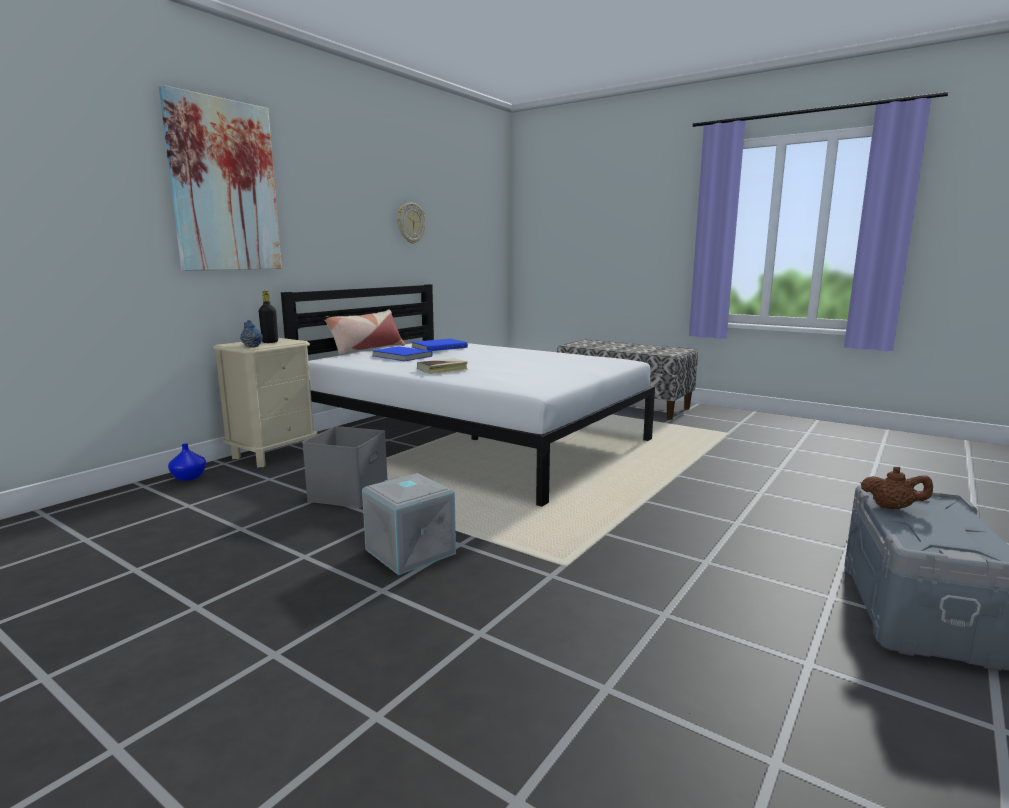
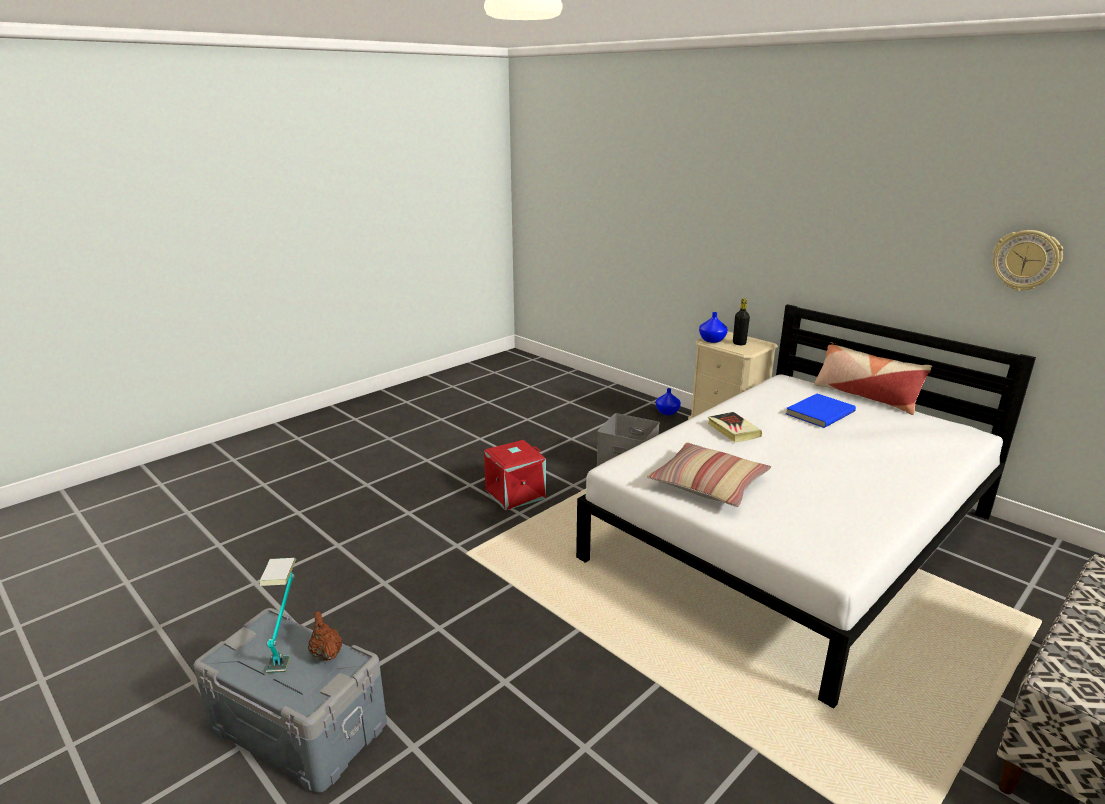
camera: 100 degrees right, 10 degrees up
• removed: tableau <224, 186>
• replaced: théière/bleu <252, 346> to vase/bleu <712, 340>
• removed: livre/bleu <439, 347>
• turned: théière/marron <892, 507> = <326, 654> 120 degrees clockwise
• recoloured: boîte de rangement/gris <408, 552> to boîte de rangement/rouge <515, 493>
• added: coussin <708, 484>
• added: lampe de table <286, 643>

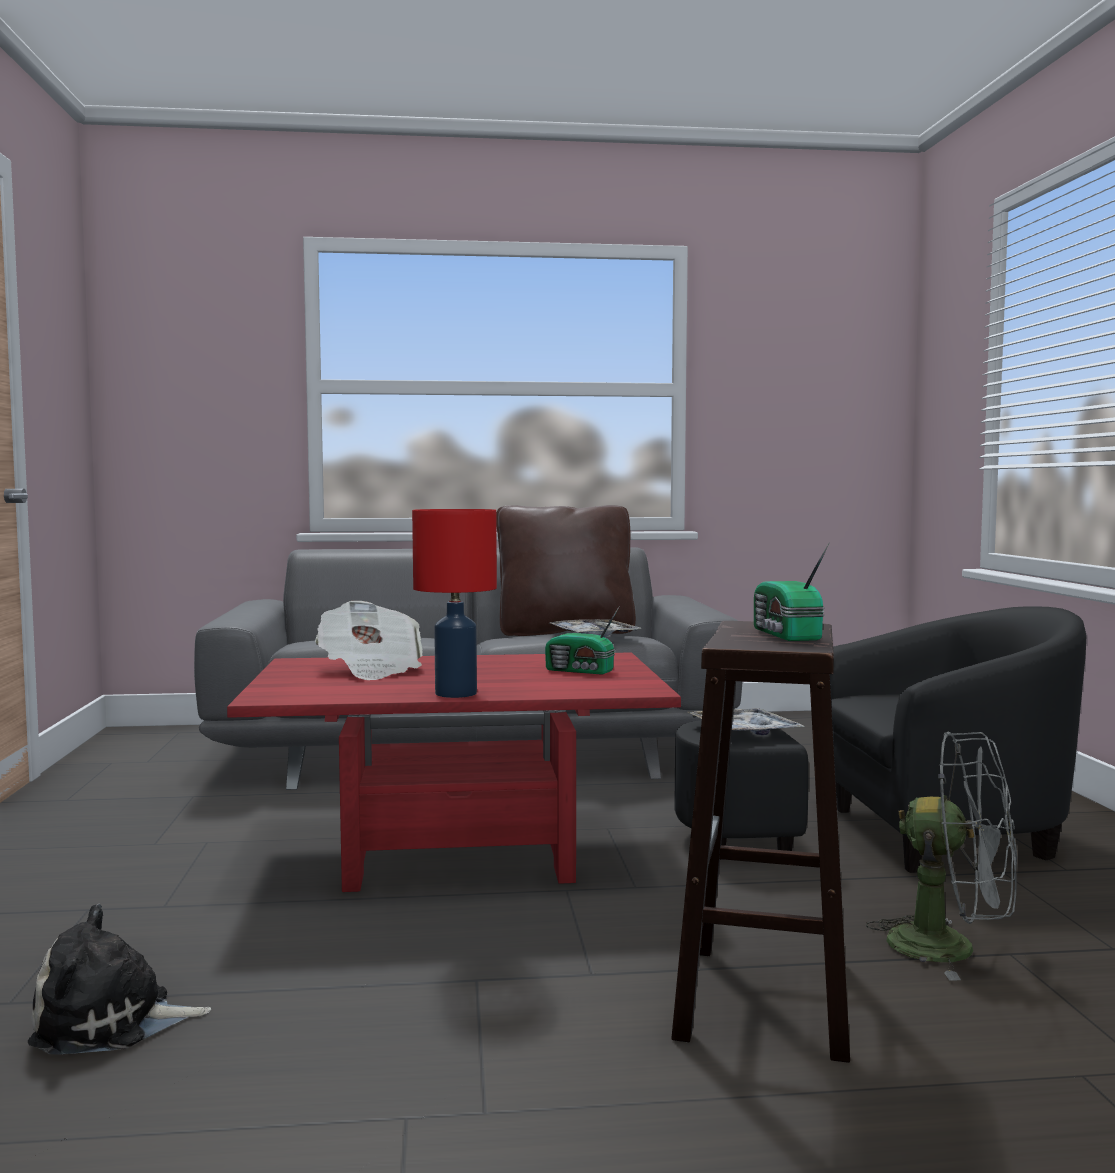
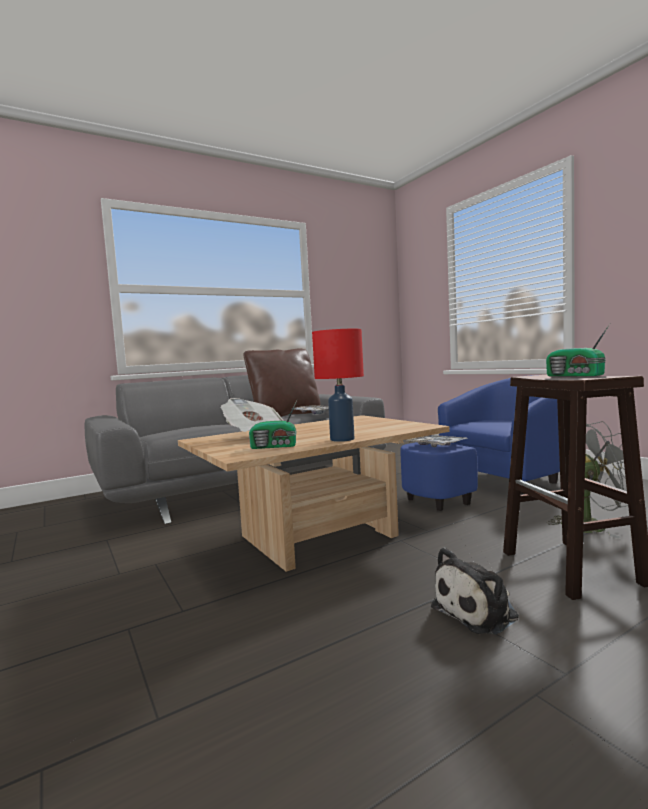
camera: 25 degrees left, 0 degrees up
• moved: radio <580, 671> to <275, 446>
• recoloured: fauteuil/noir <896, 838> to fauteuil/bleu <491, 486>
• recoloured: table basse/rouge <459, 854> to table basse/beige <318, 536>
• moved: peluche <111, 1022> to <478, 611>

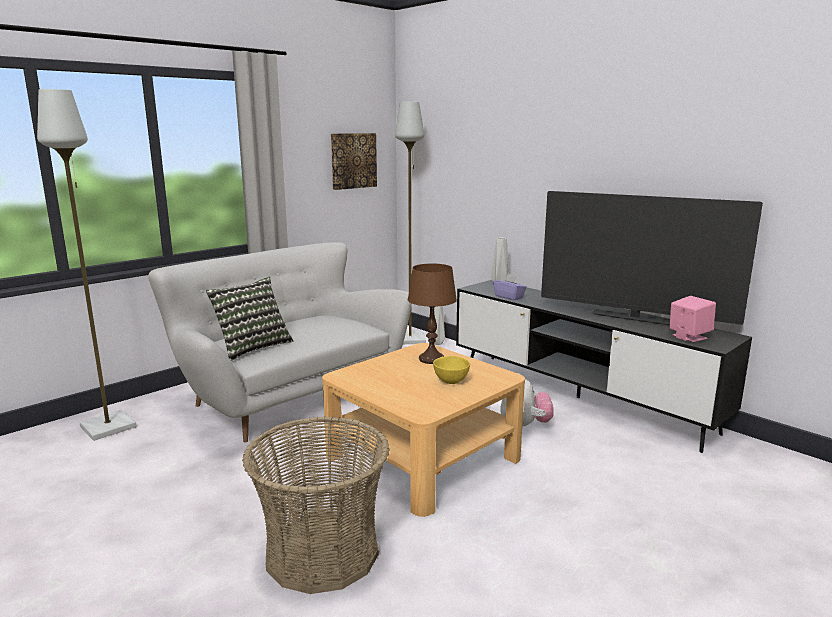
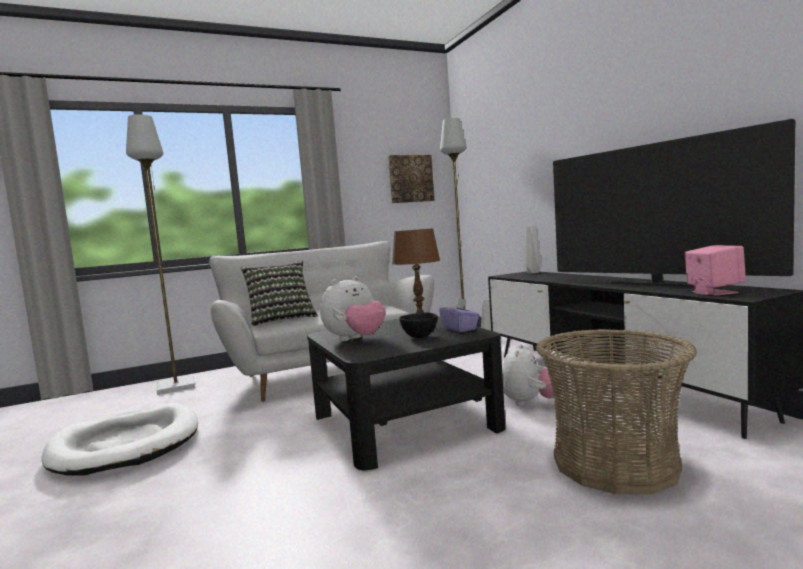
camera: 20 degrees right, 10 degrees down
• moved: boîte à mouchoirs/violet <509, 297> to <460, 328>
• recoloured: table basse/beige <423, 457> to table basse/noir <404, 421>
• recoloured: bol/jaune <451, 381> to bol/noir <420, 336>
• moved: panier <322, 553> to <614, 463>
• added: peluche <355, 340>
• added: panier pour chien/blanc <126, 444>

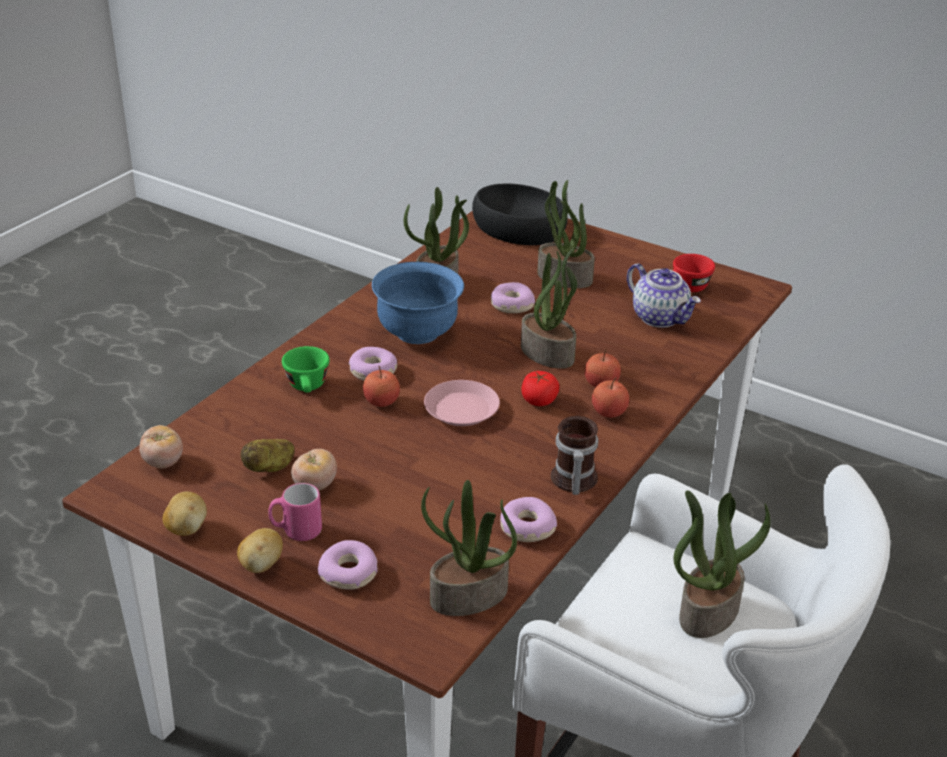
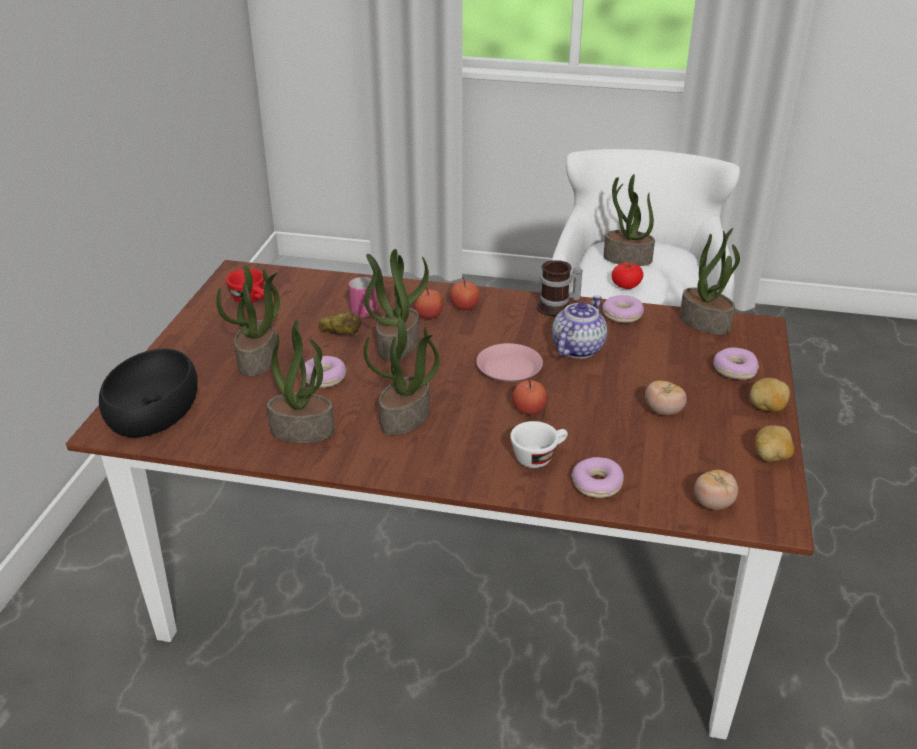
camera: 110 degrees left, 0 degrees up
• replaced: bol/bleu <417, 333> to plante en pot <405, 418>
• moved: théière <660, 317> to <577, 348>
• recoloured: tasse/vert <308, 387> to tasse/blanc <539, 456>
• moved: beignet <373, 372> to <597, 485>
• moved: tomate <539, 400> to <626, 285>
• moved: pomme de terre <270, 468> to <341, 334>
• moved: mug/rose <296, 531> to <365, 314>

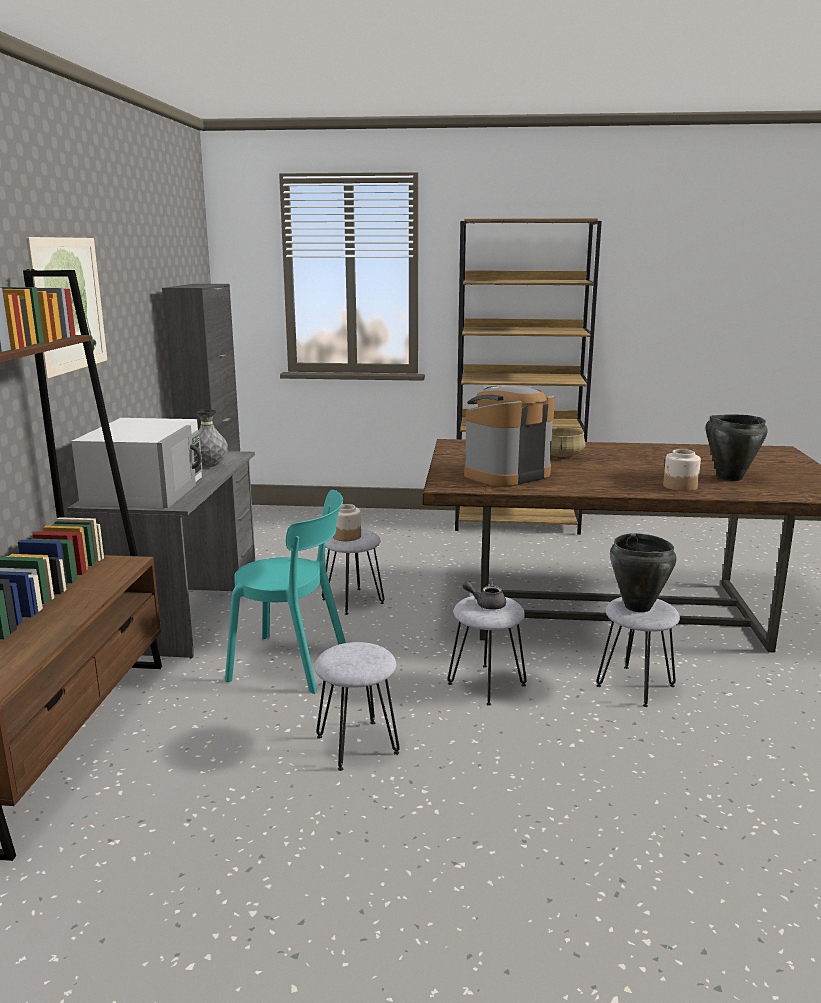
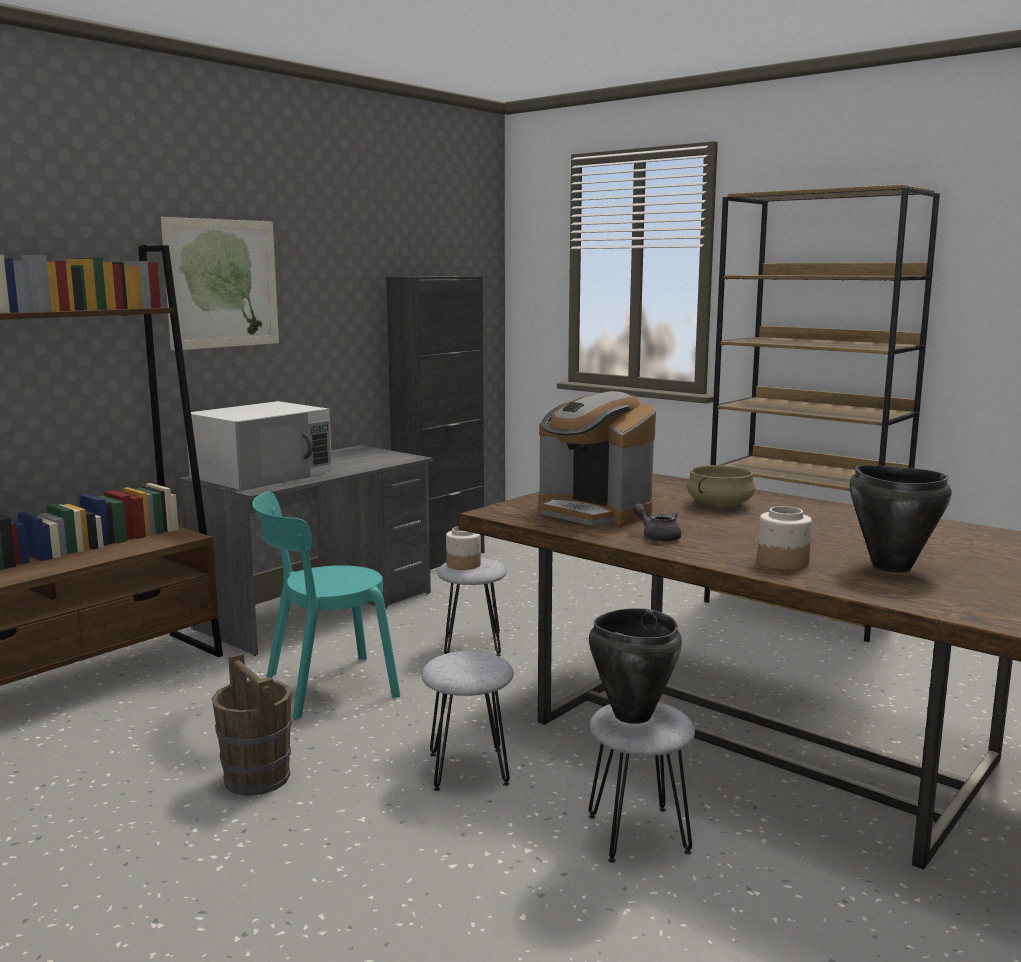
camera: 35 degrees right, 5 degrees down
• turned: machine à café <505, 474> = <594, 512> 135 degrees counterclockwise
• removed: vase/gris <210, 466>
• turned: chaise/turquoise <294, 664> = <324, 687> 105 degrees clockwise
• moved: théière/gris <486, 604> to <658, 537>
• replaced: tabouret/gris <357, 744> to seau/marron <257, 778>

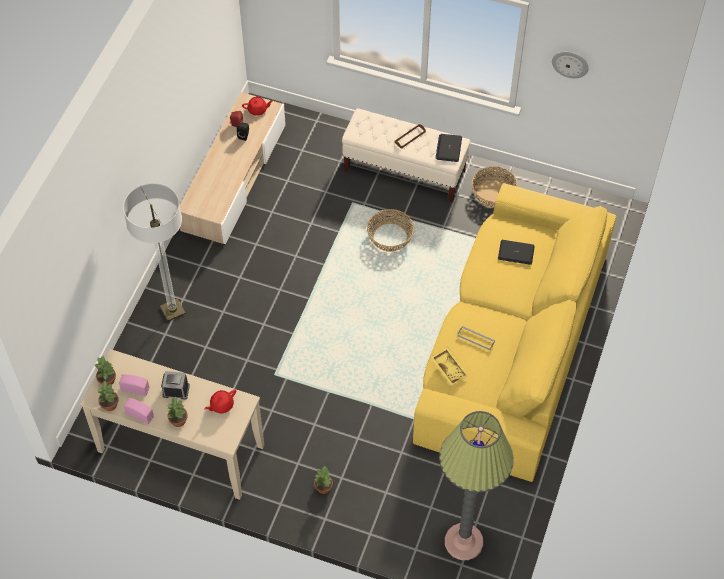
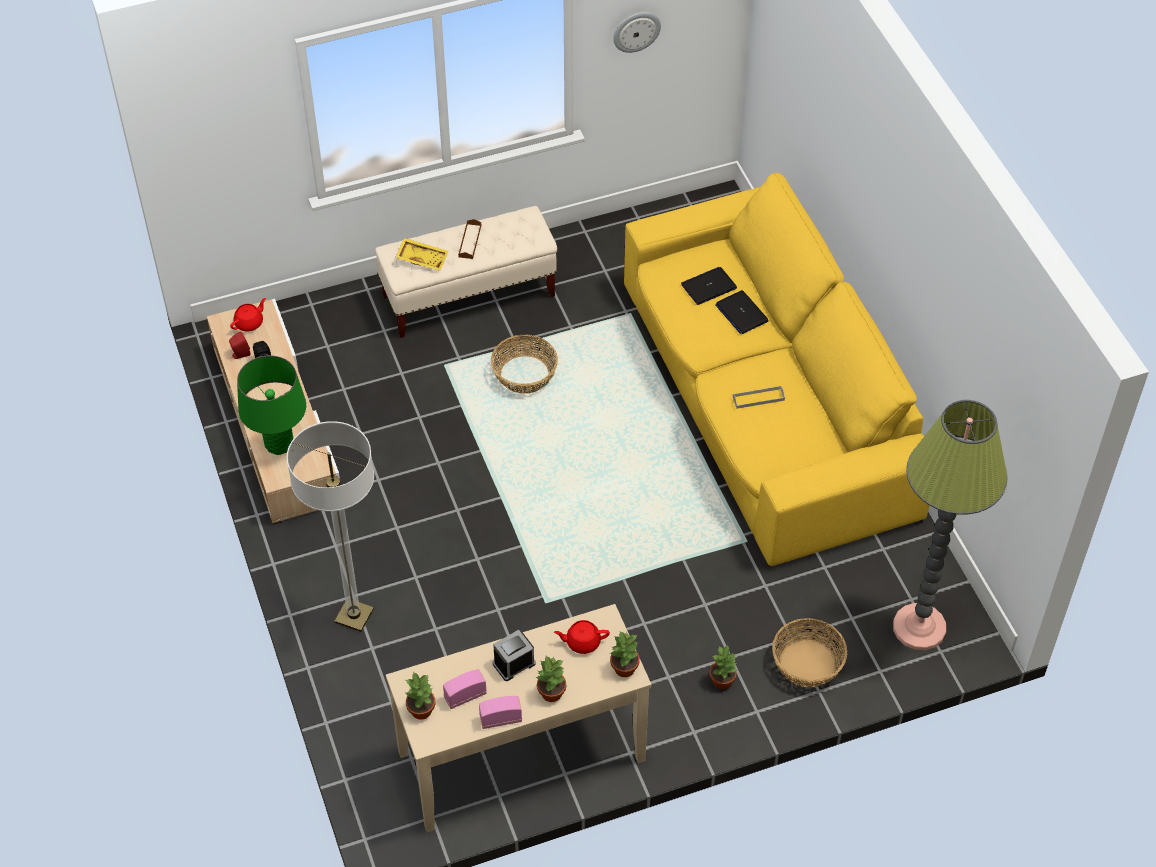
camera: 40 degrees left, 5 degrees down
• moved: ordinateur portable <449, 148> to <741, 313>
• moved: panier <493, 194> to <807, 663>
• moved: plateau/jaune <449, 368> to <422, 258>
• moved: plante en pot <109, 405> to <624, 669>
• turned: théière/rouge <221, 405> = <582, 642> 75 degrees clockwise
• added: lampe de table/vert <279, 444>

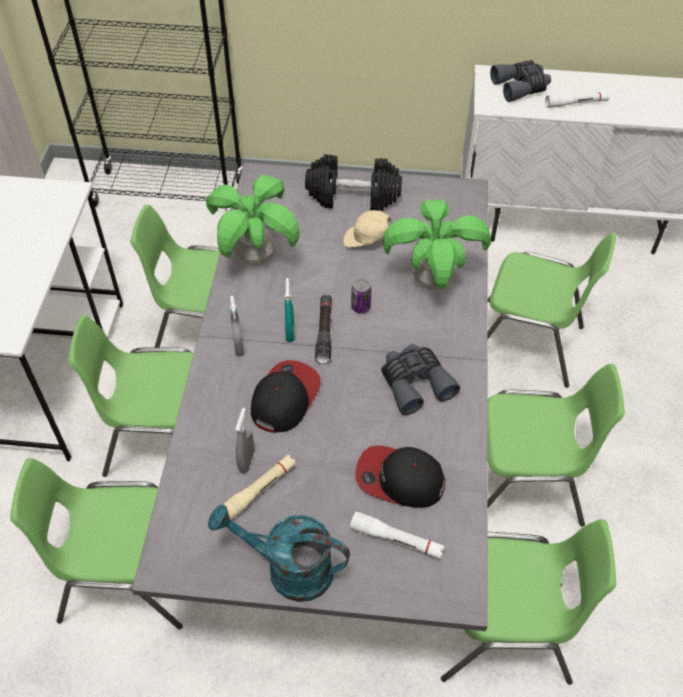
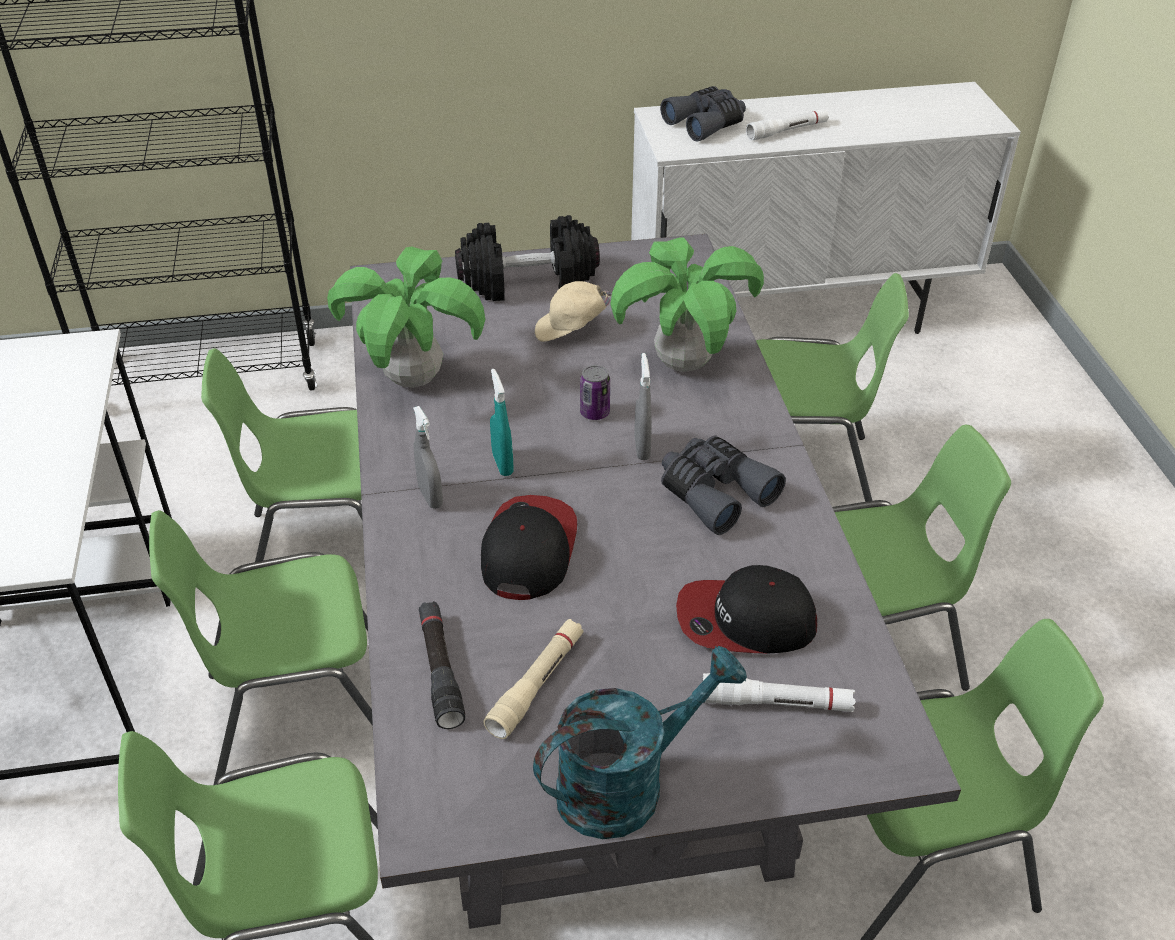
camera: 15 degrees left, 10 degrees down
• moved: lampe de poche/noir <324, 332> to <440, 670>
• moved: vaporisateur/gris <246, 461> to <642, 448>
• turned: arrosoir/turquoise <288, 569> = <626, 783> 150 degrees clockwise

